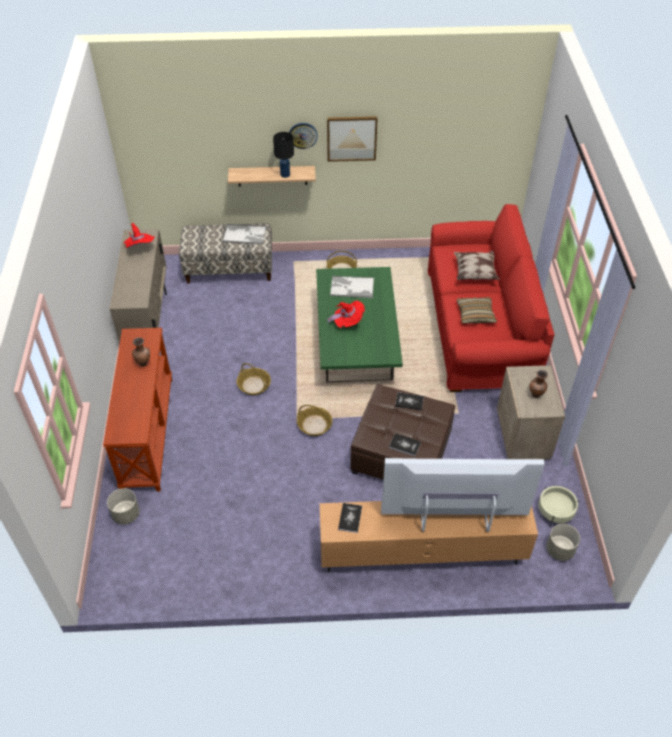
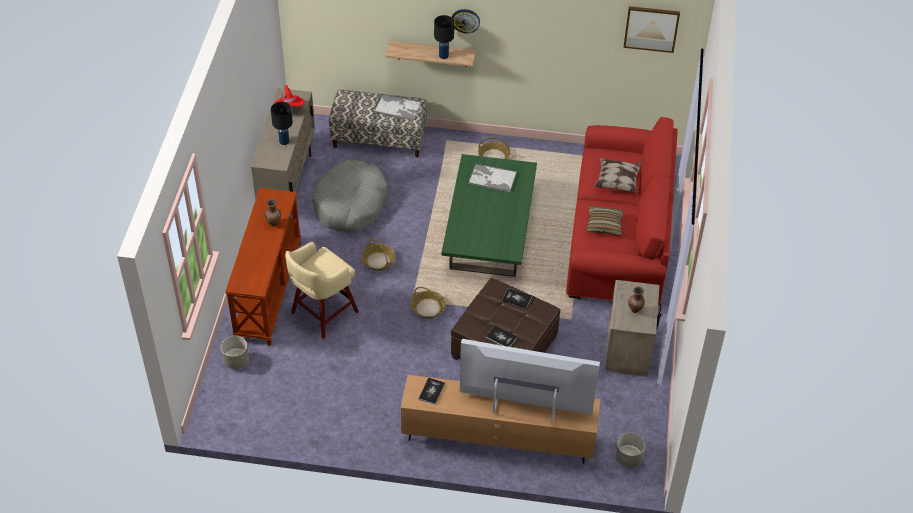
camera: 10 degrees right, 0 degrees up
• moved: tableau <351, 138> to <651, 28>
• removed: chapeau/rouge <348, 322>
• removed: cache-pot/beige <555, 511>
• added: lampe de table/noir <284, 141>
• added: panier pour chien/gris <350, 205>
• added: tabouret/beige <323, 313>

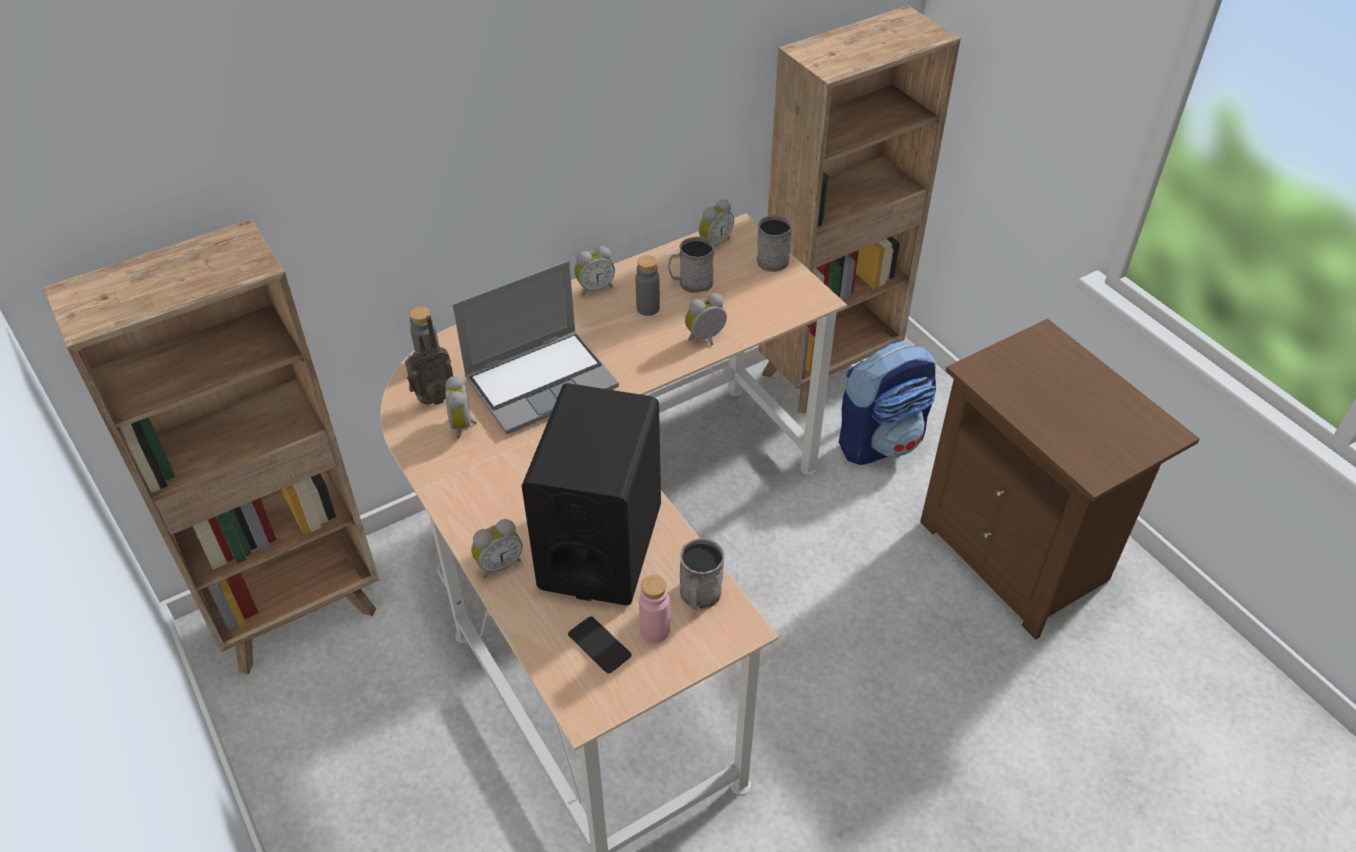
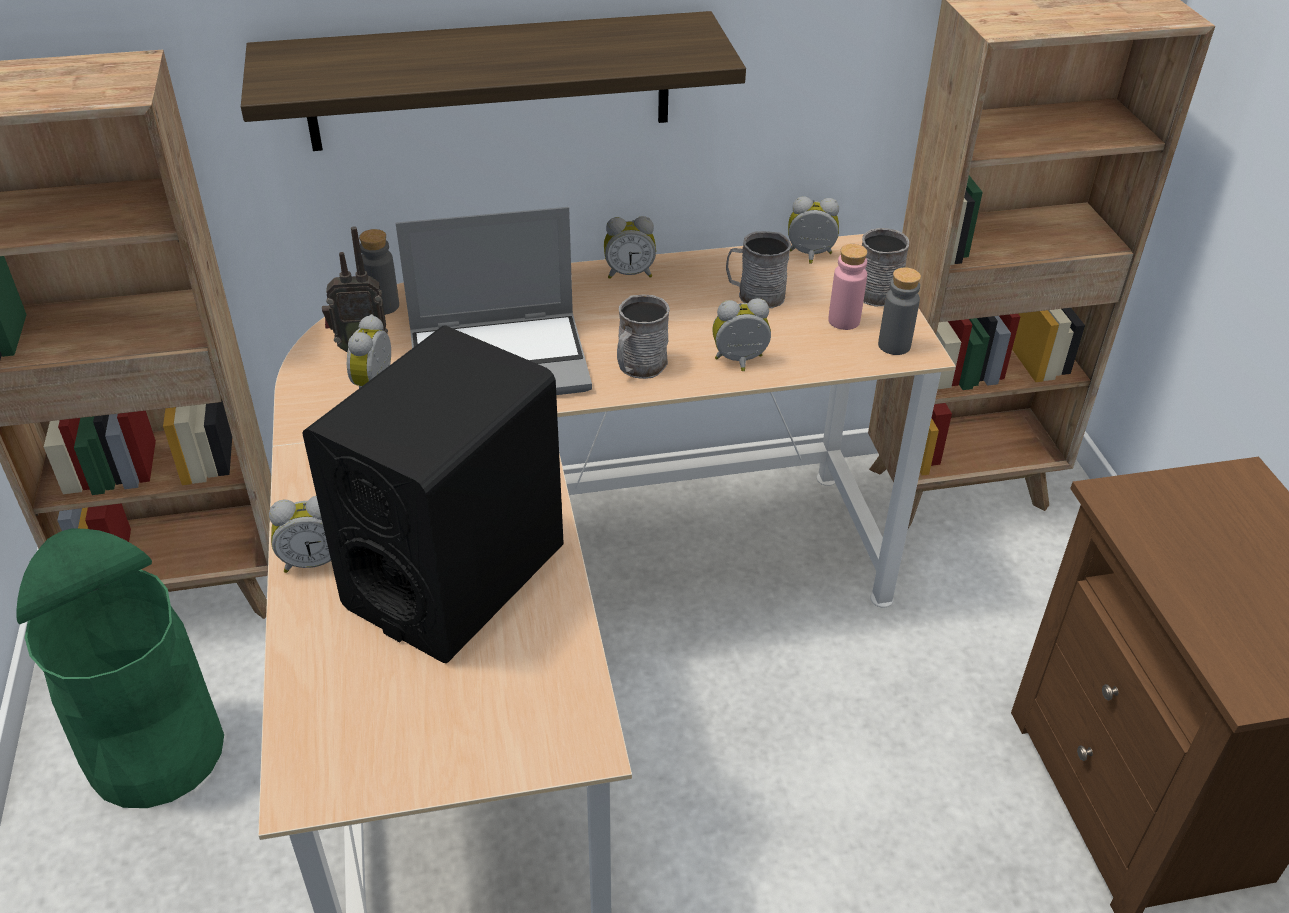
camera: 20 degrees right, 5 degrees down
• turned: réveil <714, 242> = <810, 256> 150 degrees counterclockwise
• moved: bouteille/gris <648, 308> to <894, 345>
• removed: sac à dos <881, 441>
• moved: mug/gris <699, 596> to <638, 367>
• moved: bouteille/rose <655, 630> to <844, 321>
• removed: téléphone <599, 645>
• added: étagère <489, 81>
• added: poubelle/vert <156, 751>

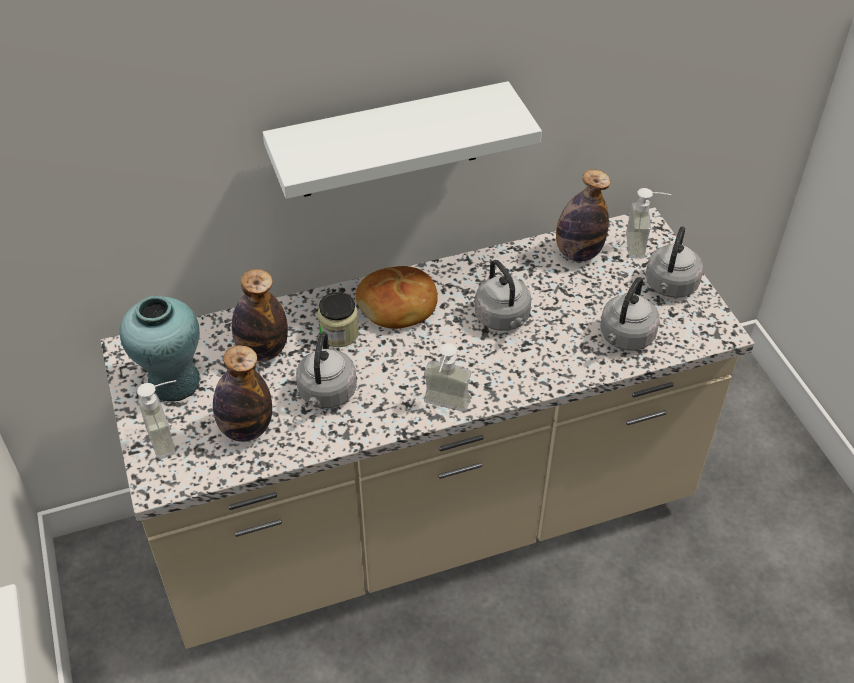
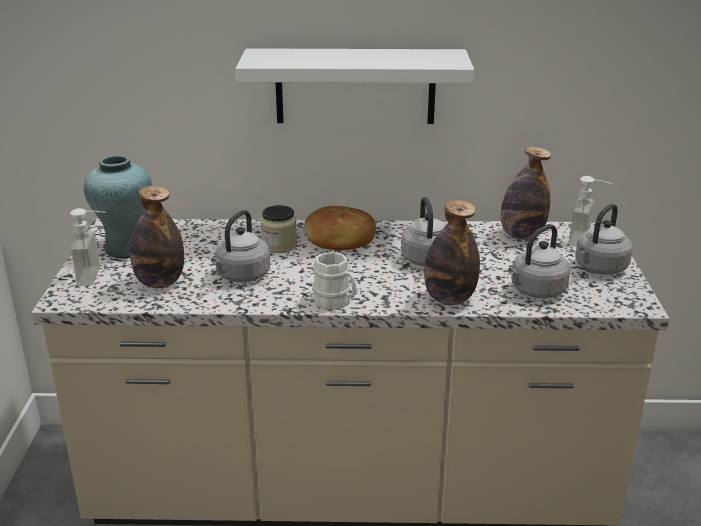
camera: 20 degrees right, 20 degrees down
• moved: bouteille <263, 350> to <449, 299>
• replaced: distributeur de savon <444, 408> to mug/blanc <336, 302>

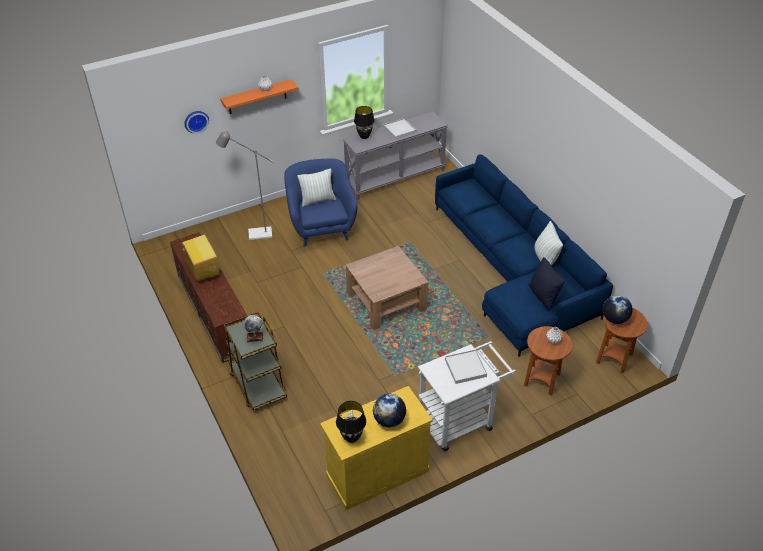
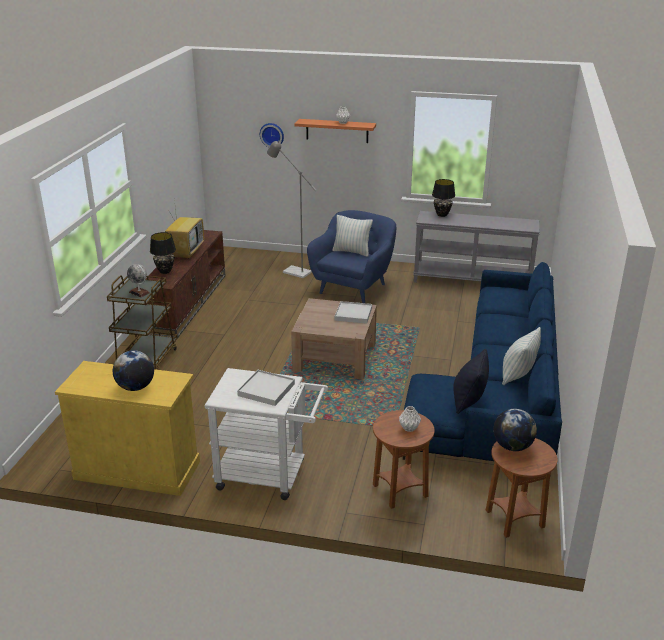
camera: 40 degrees right, 15 degrees down
• moved: plateau/blanc <399, 130> to <353, 314>
• moved: lampe de table/noir <352, 437> to <165, 271>

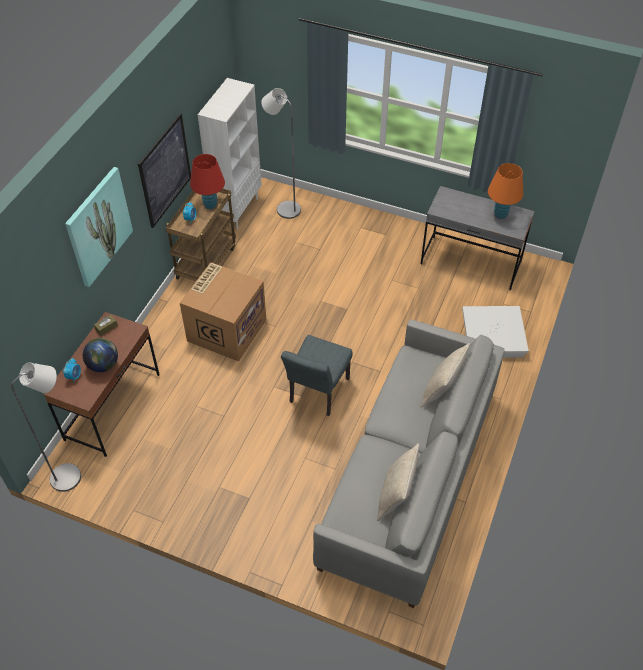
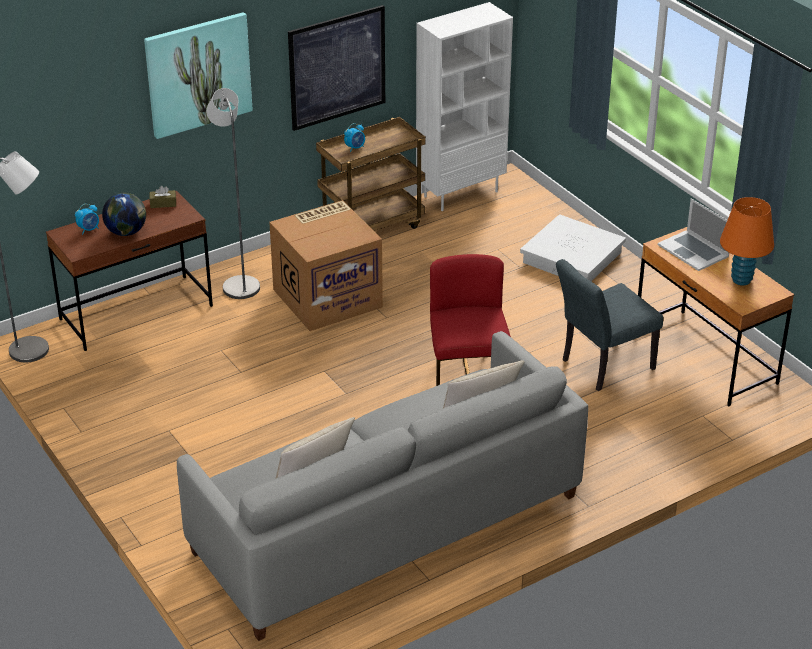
camera: 35 degrees right, 15 degrees down
• moved: lampadaire/gris <284, 208> to <239, 284>
• removed: lampe de table/rouge <210, 205>
• recoloured: bureau/gris <471, 263> to bureau/marron <705, 357>
• moved: boîte de rangement/blanc <493, 336> to <572, 257>
• moved: chaise/gris <317, 394> to <602, 366>
• added: ordinateur portable <693, 250>
• added: chaise/rouge <468, 373>

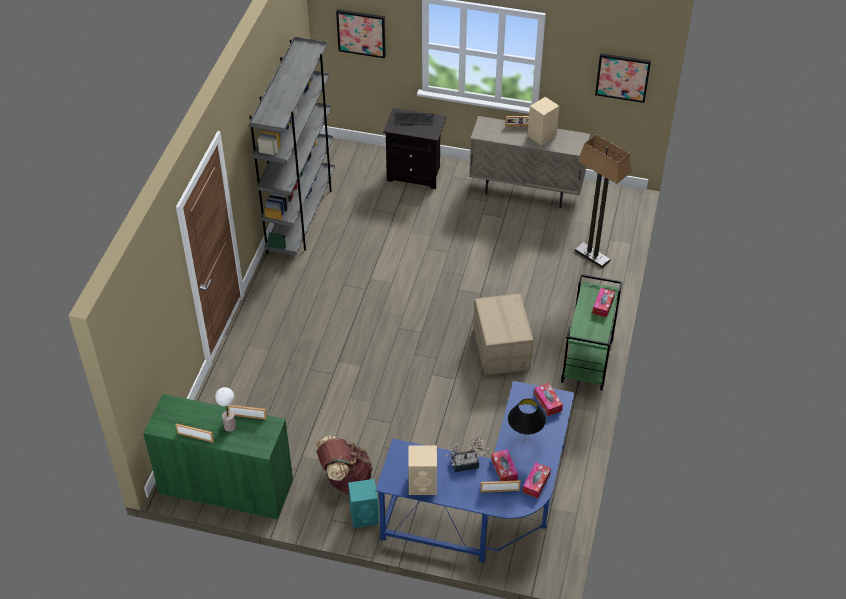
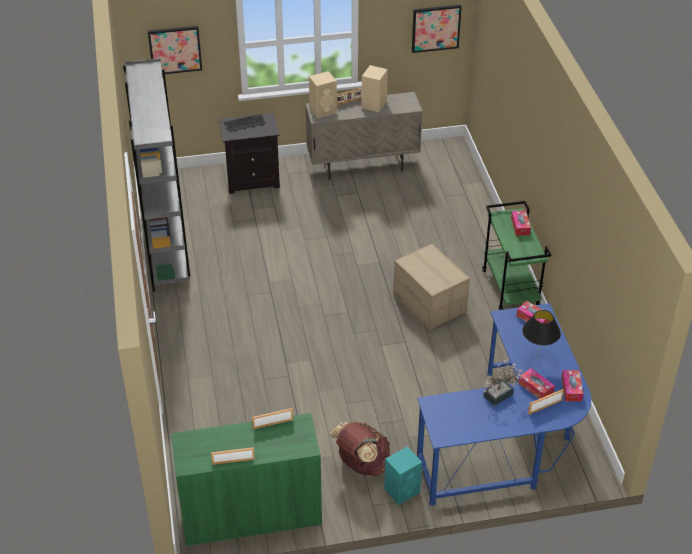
camera: 25 degrees left, 5 degrees down
• removed: lampadaire <592, 256>
• removed: lampe de table <230, 426>
• moved: enceinte/beige <423, 484> to <323, 110>

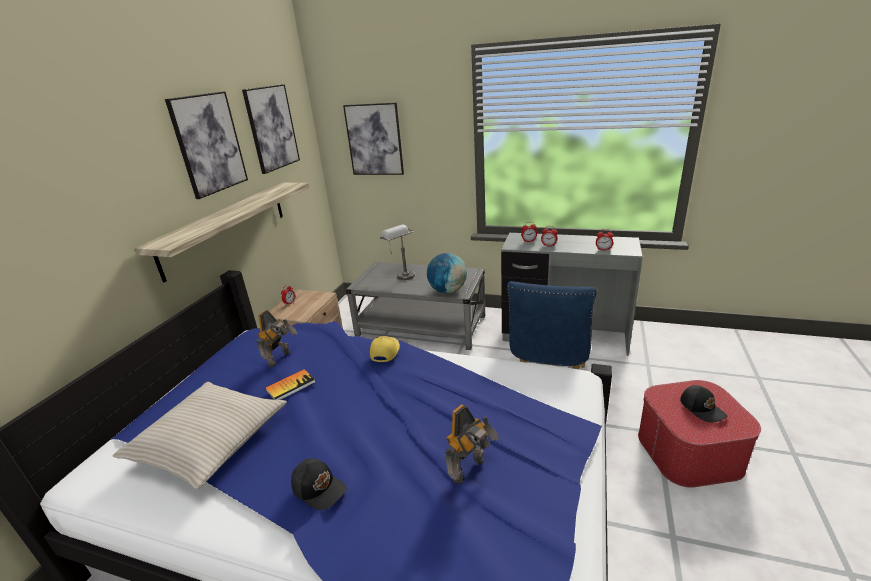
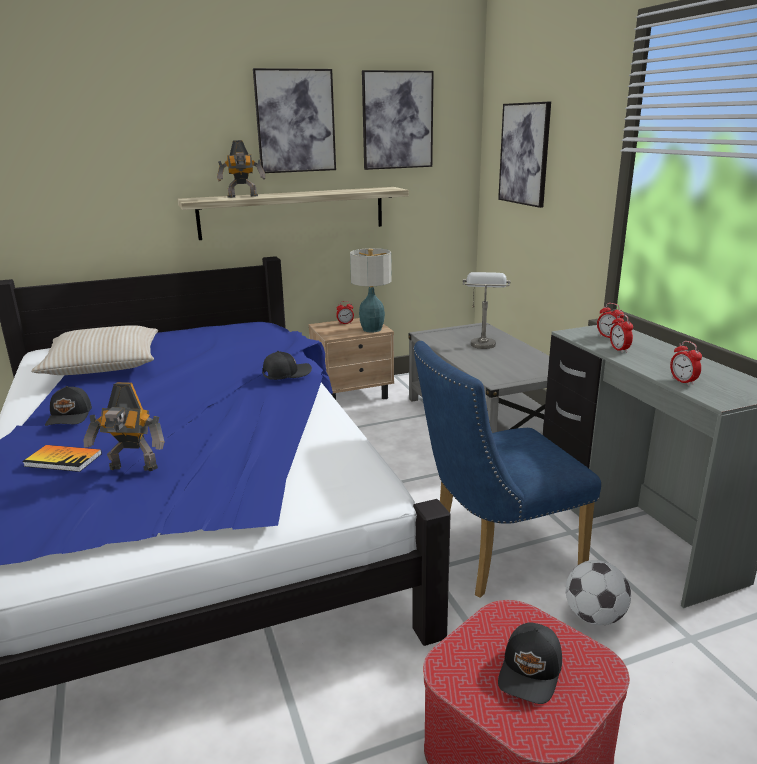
camera: 50 degrees right, 5 degrees down
• removed: globe <447, 291>
• moved: robot jouet <281, 358> to <243, 196>
• recoloured: casquette/jaune <384, 352> to casquette/noir <286, 373>
• moved: livre <290, 386> to <63, 460>
• added: lampe de table <372, 329>
• added: ballon de foot <594, 616>

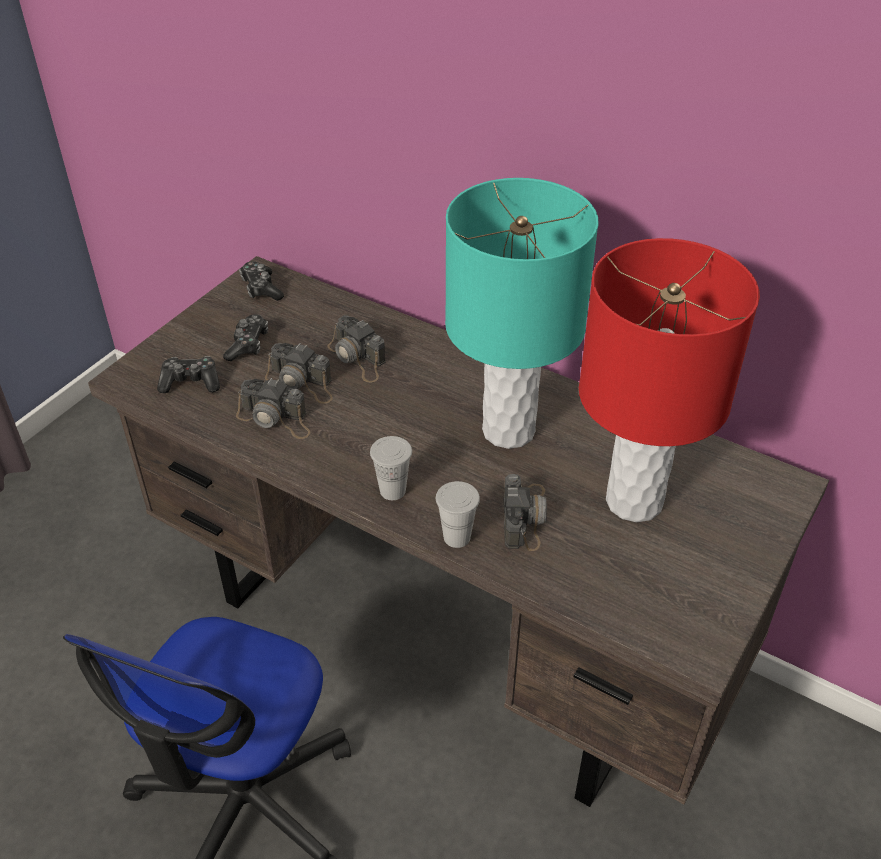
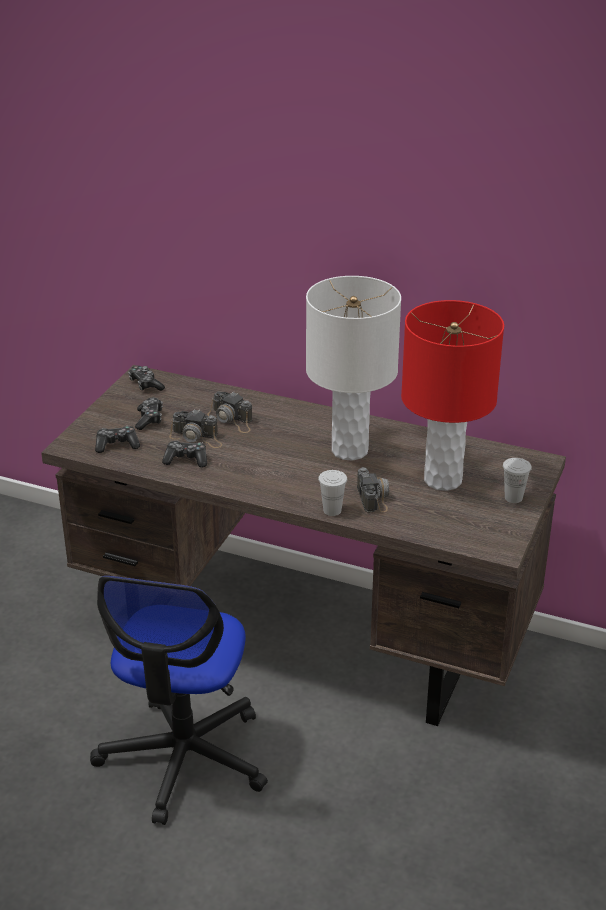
camera: 10 degrees left, 10 degrees down
• recoloured: lampe de table/turquoise <508, 430> to lampe de table/blanc <349, 450>
• replaced: appareil photo <275, 419> to manette <186, 460>
• moved: tasse/blanc <392, 490> to <513, 498>

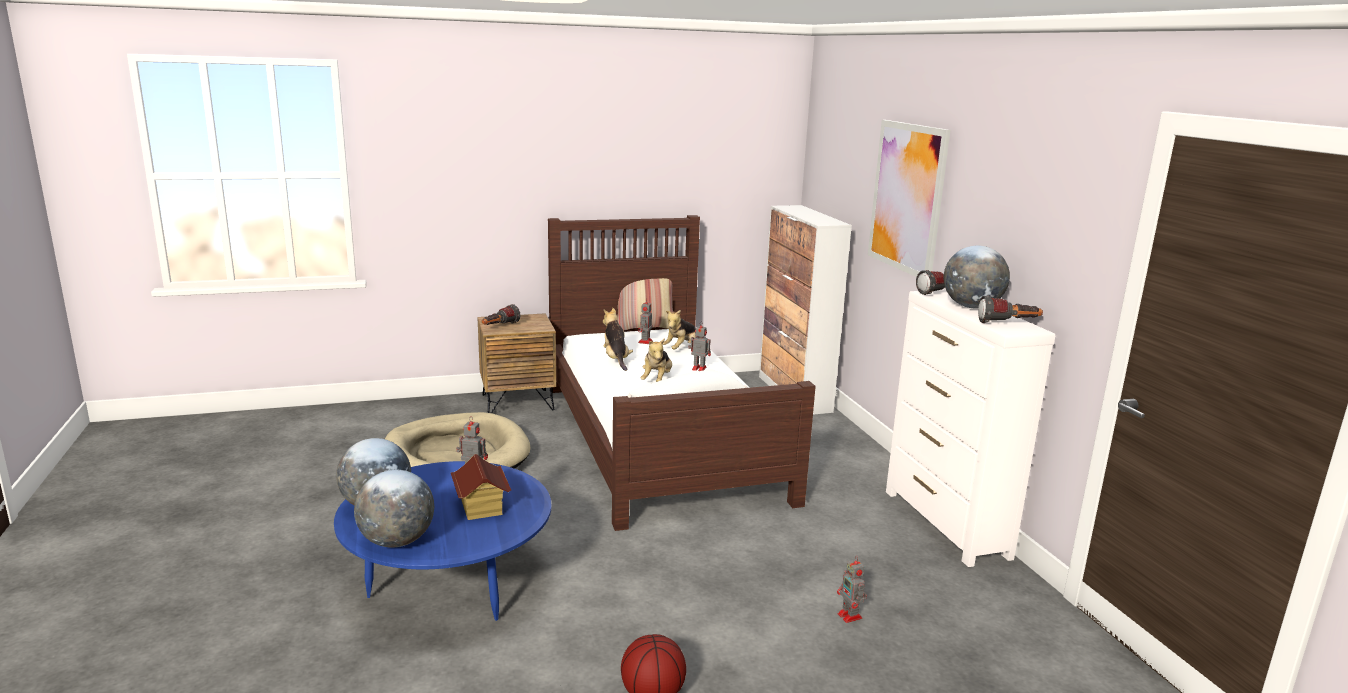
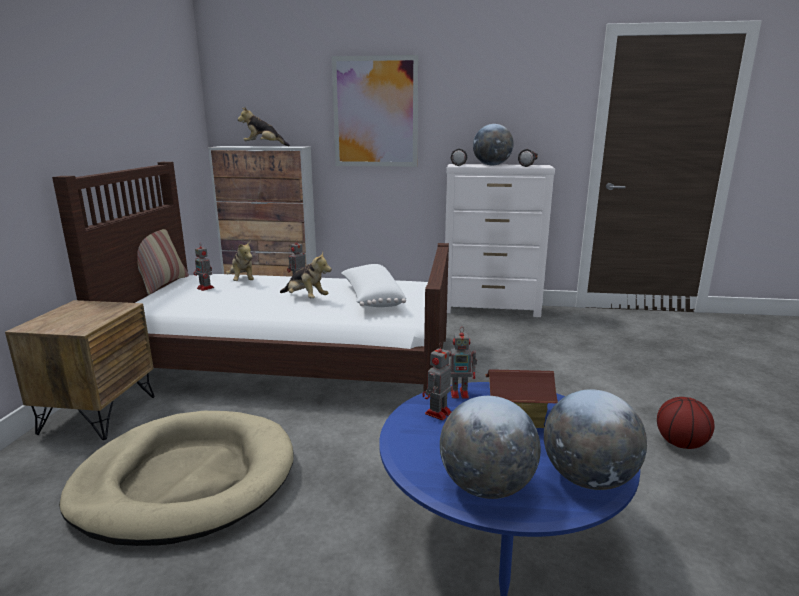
camera: 65 degrees left, 0 degrees up
• removed: lampe de poche <499, 326>
• moved: peluche <616, 360> to <264, 146>
• moved: robot jouet <850, 617> to <460, 393>

